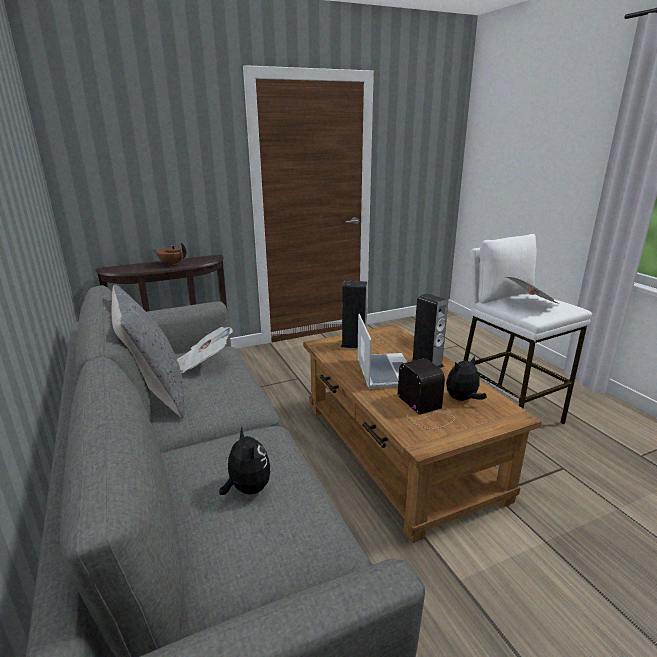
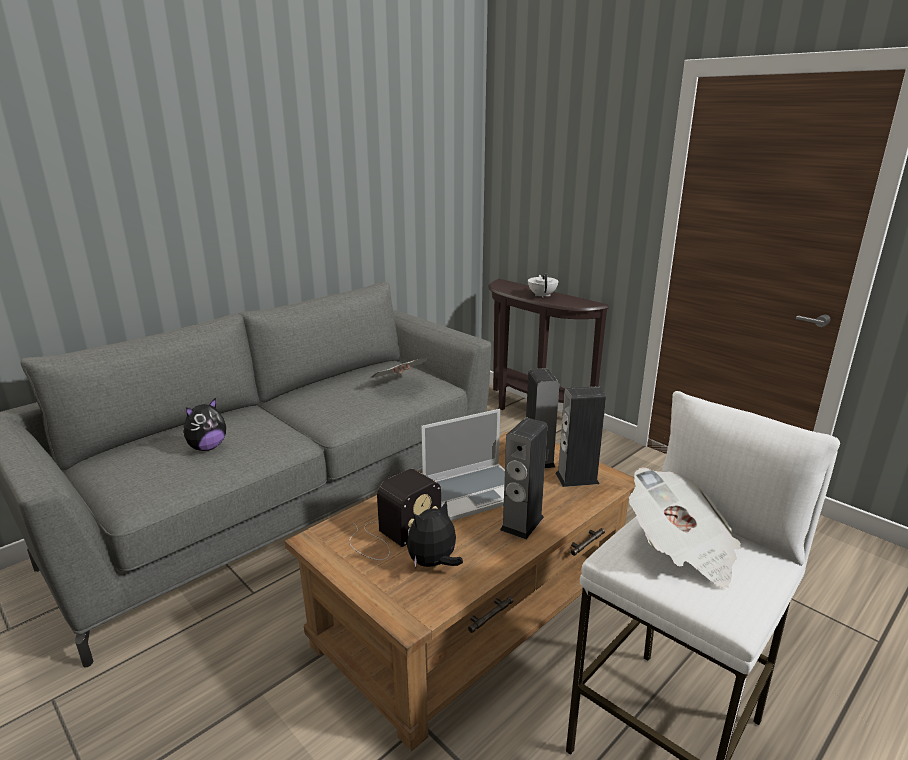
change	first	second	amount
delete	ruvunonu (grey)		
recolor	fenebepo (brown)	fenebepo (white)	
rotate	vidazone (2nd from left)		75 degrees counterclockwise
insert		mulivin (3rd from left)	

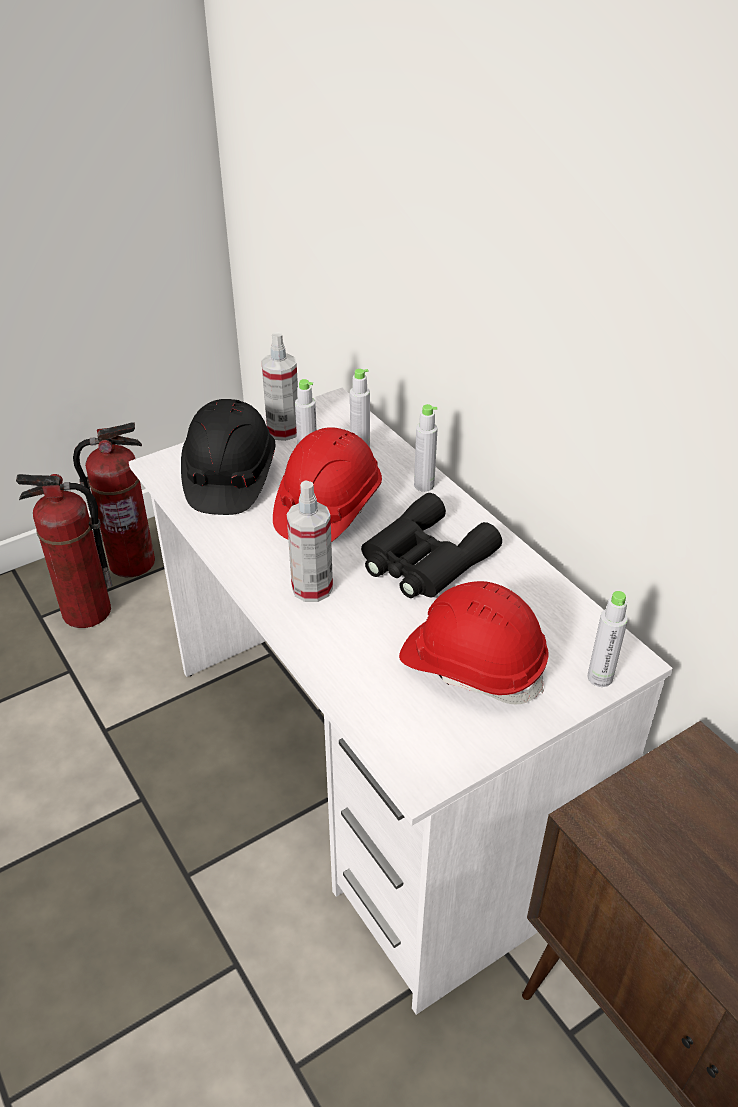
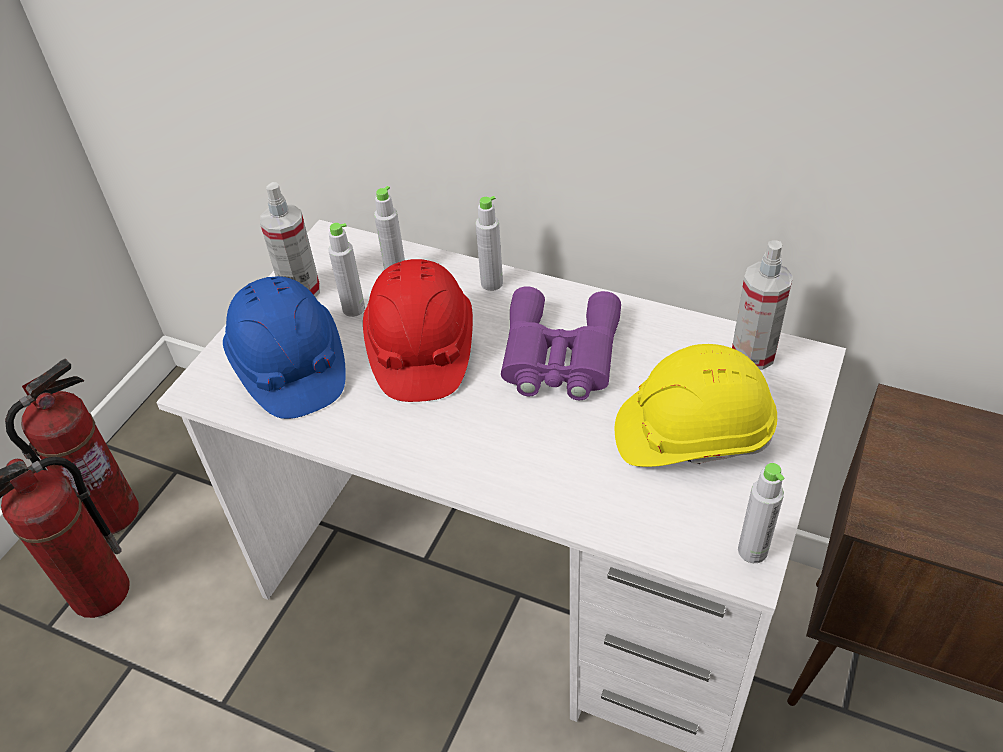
change	first	second	amount
recolor	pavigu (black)	pavigu (blue)	
move	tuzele (2nd from left)		
recolor	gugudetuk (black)	gugudetuk (purple)	
recolor	pavigu (red) (2nd from left)	pavigu (yellow)	
move	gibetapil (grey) (4th from left)		

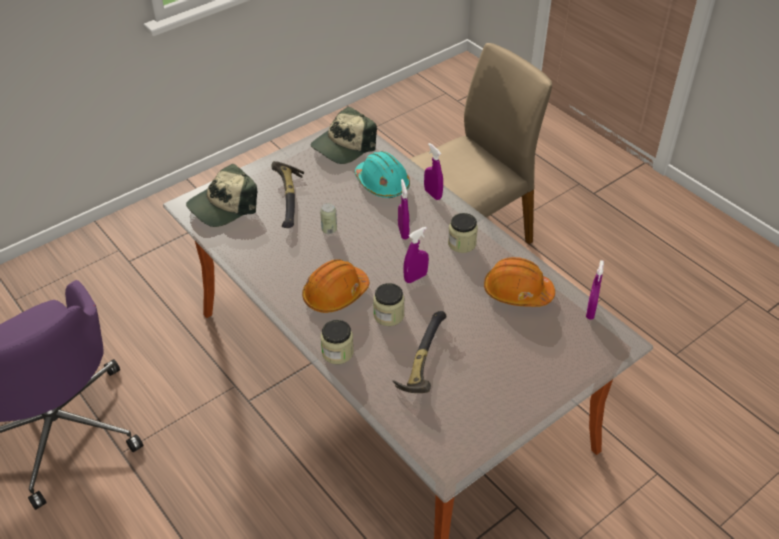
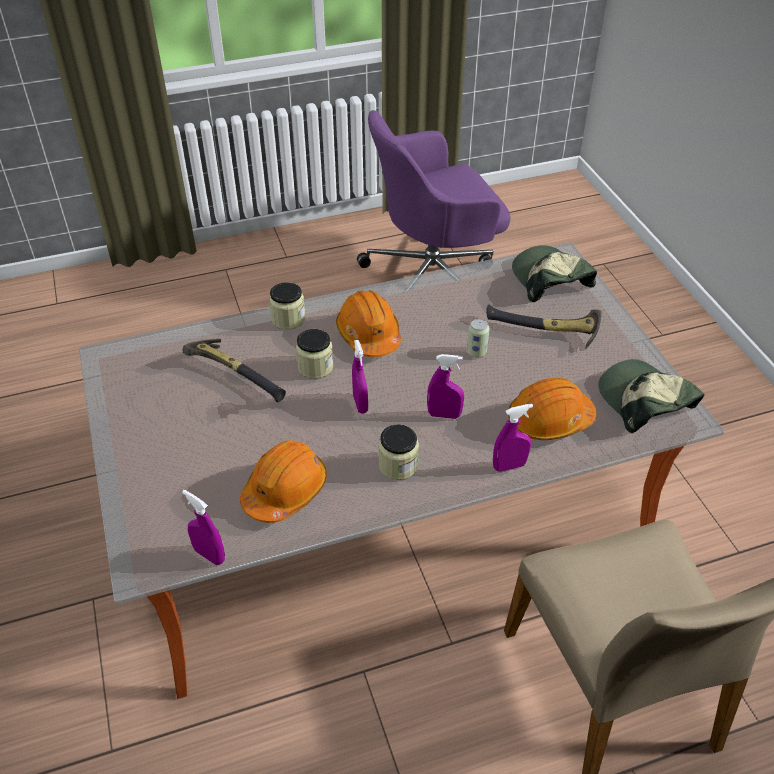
change	first	second	amount
recolor	pavigu (turquoise)	pavigu (orange) (3rd from left)	

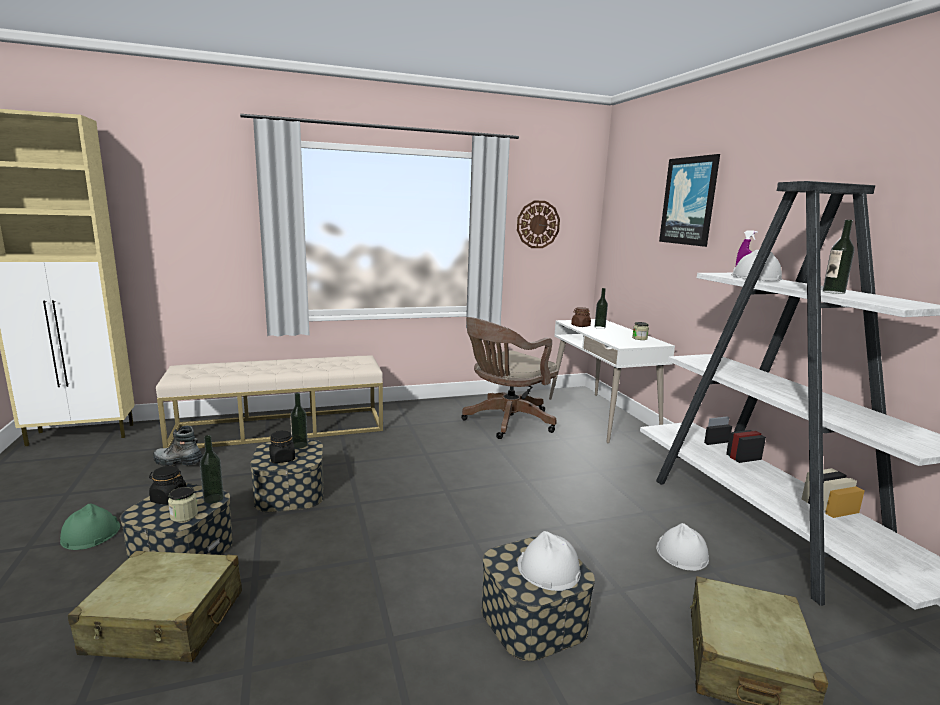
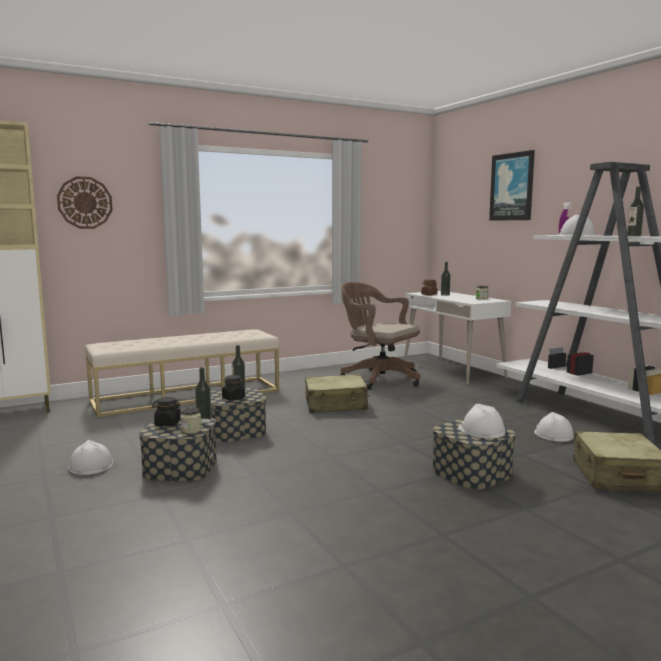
change	first	second	amount
recolor	pavigu (green)	pavigu (white) (1st from left)	
move	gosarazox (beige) (1st from left)		
delete	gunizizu		
rotate	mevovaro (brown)		90 degrees clockwise
move	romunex		

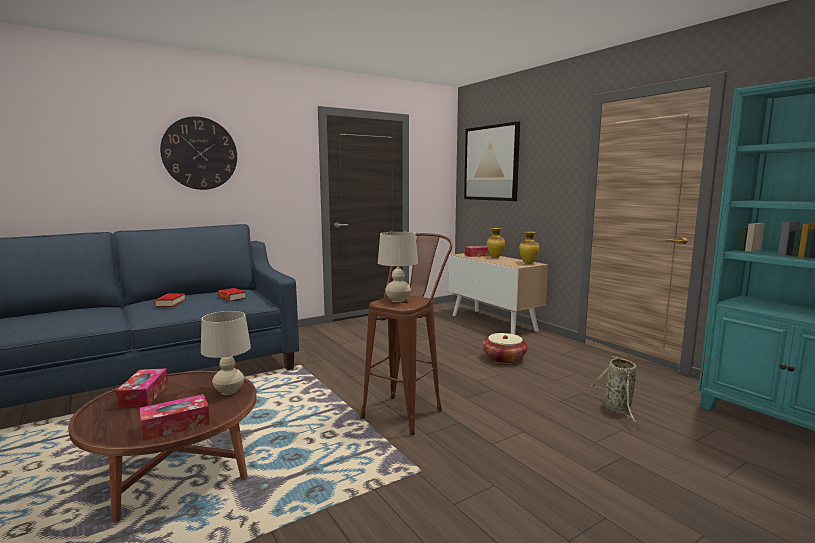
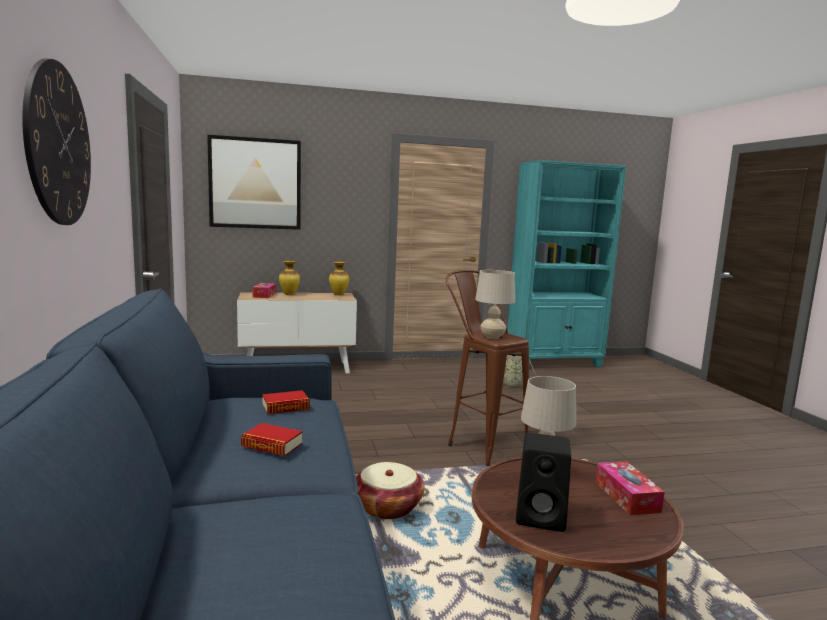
change	first	second	amount
replace	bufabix (1st from left)	mulivin (black)	
move	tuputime (1st from left)		

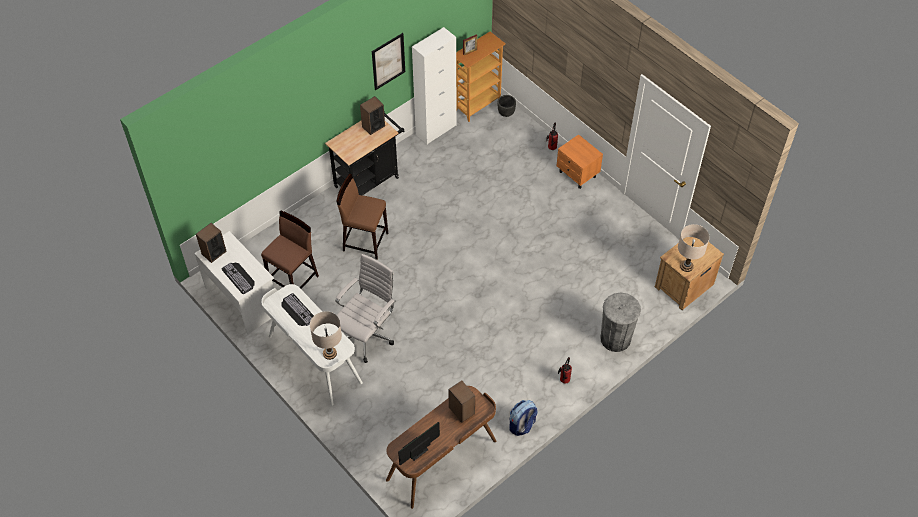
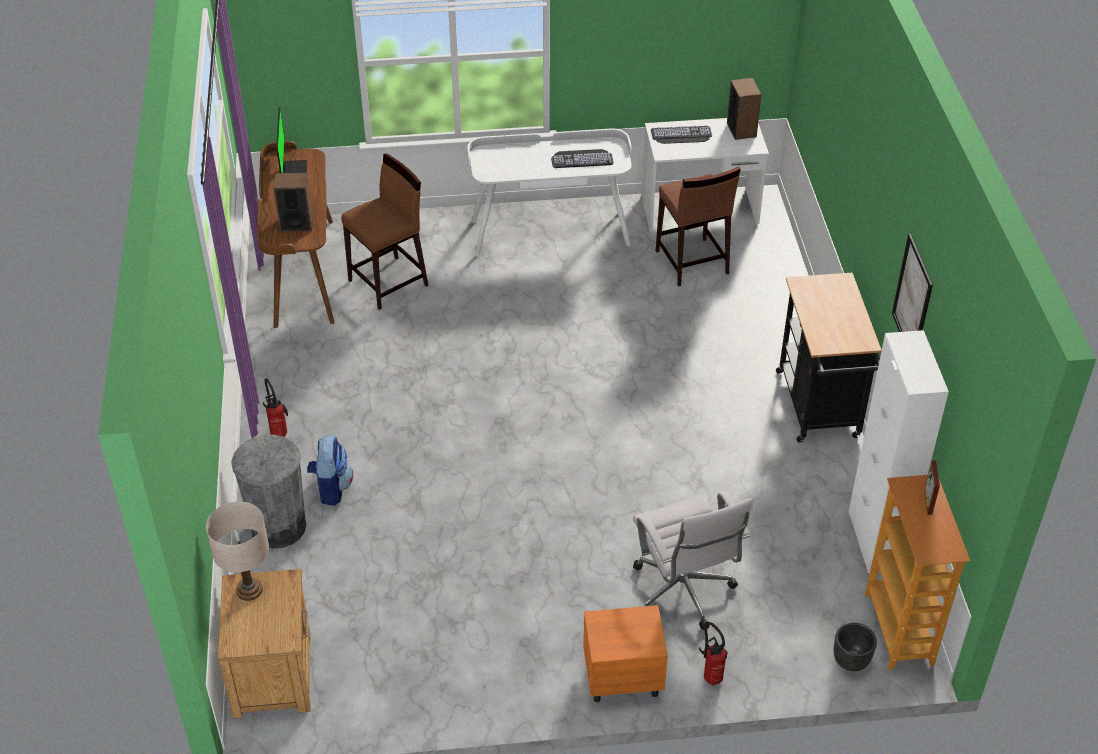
change	first	second	amount
delete	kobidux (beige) (1st from left)		
move	mevovaro (white)		
move	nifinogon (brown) (2nd from left in the first image)	nifinogon (brown) (1st from left)	
delete	mulivin (2nd from left)		
move	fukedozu		

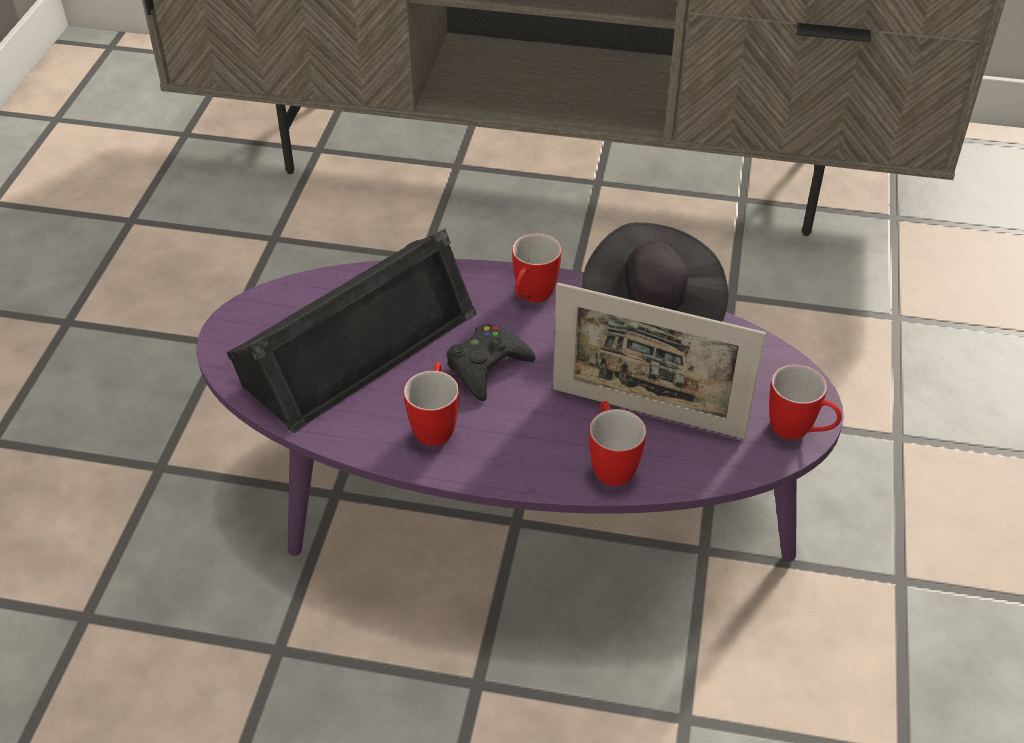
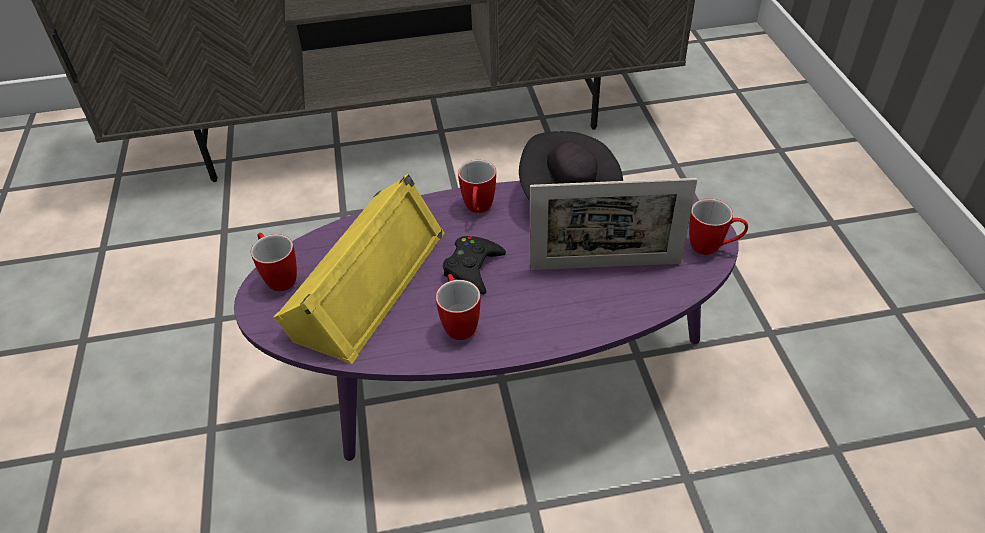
change	first	second	amount
recolor	mulivin (black)	mulivin (yellow)	
move	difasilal (3rd from left in the first image)	difasilal (1st from left)	

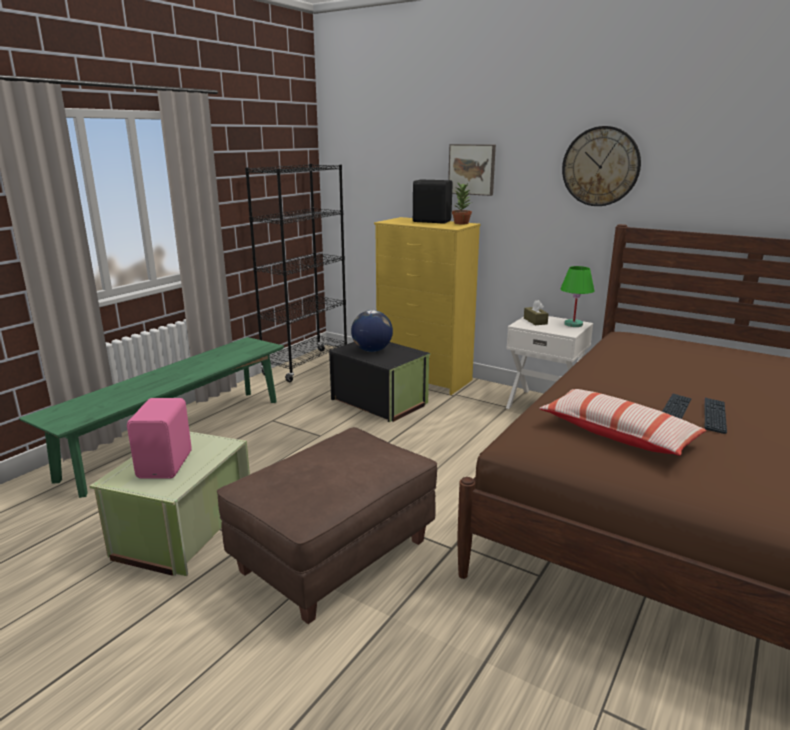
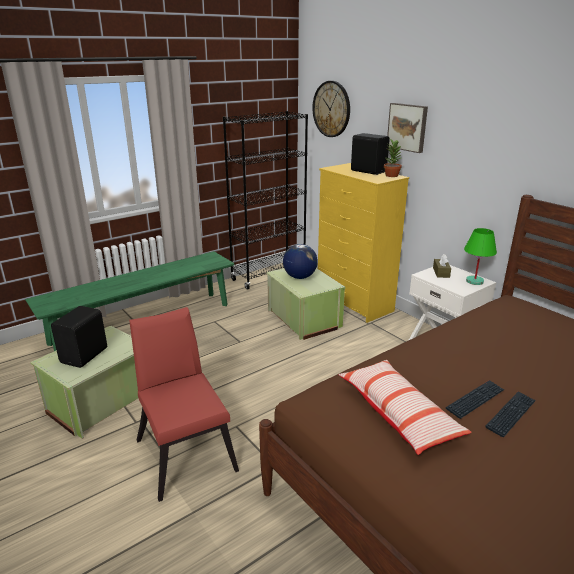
change	first	second	amount
recolor	mulivin (pink)	mulivin (black) (1st from left)	
replace	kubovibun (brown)	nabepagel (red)	
recolor	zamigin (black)	zamigin (green) (2nd from left)	
move	romunex		

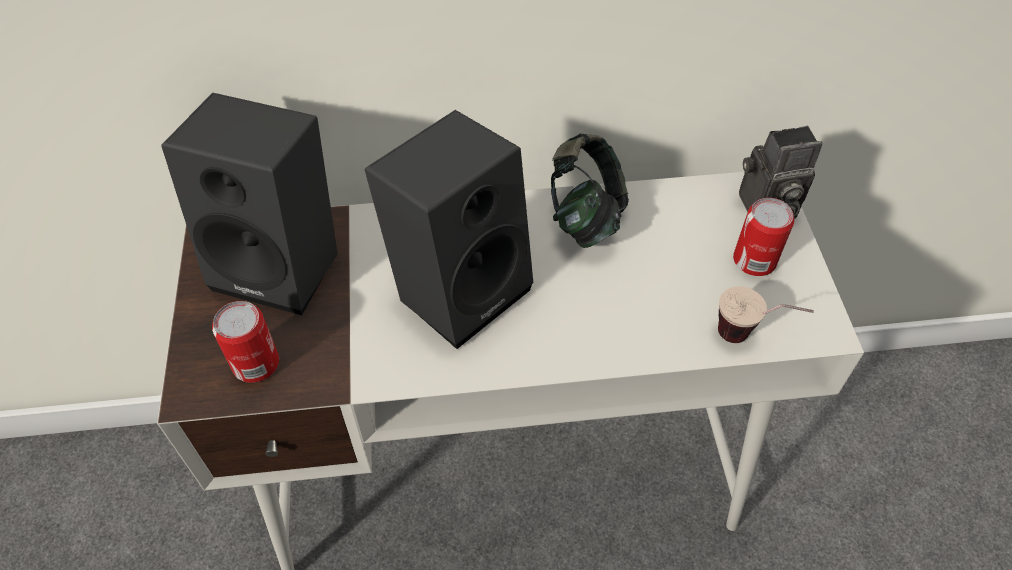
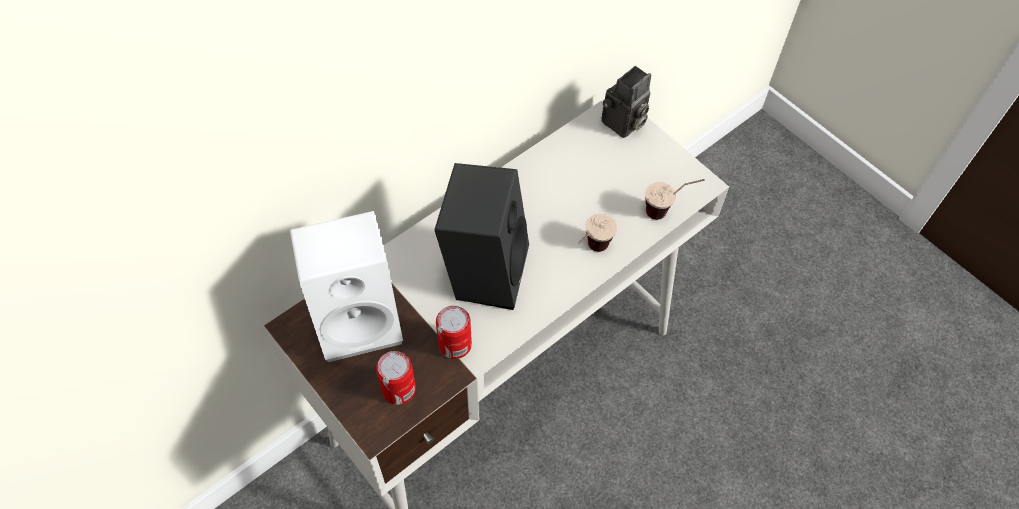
change	first	second	amount
recolor	mulivin (black) (1st from left)	mulivin (white)	
delete	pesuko		
move	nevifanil (2nd from left)		
insert		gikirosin (1st from left)	

